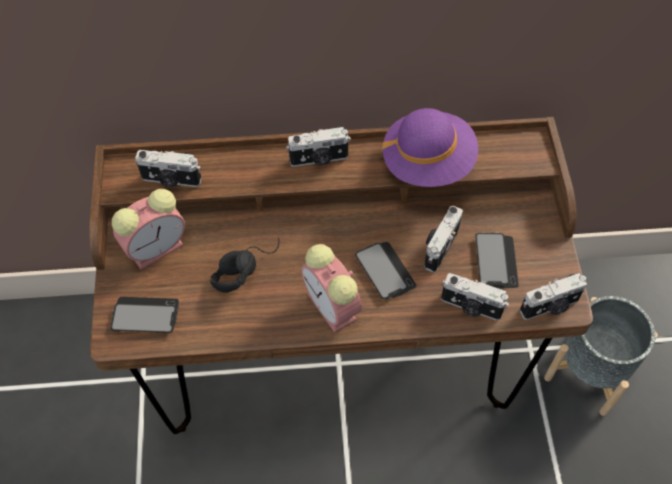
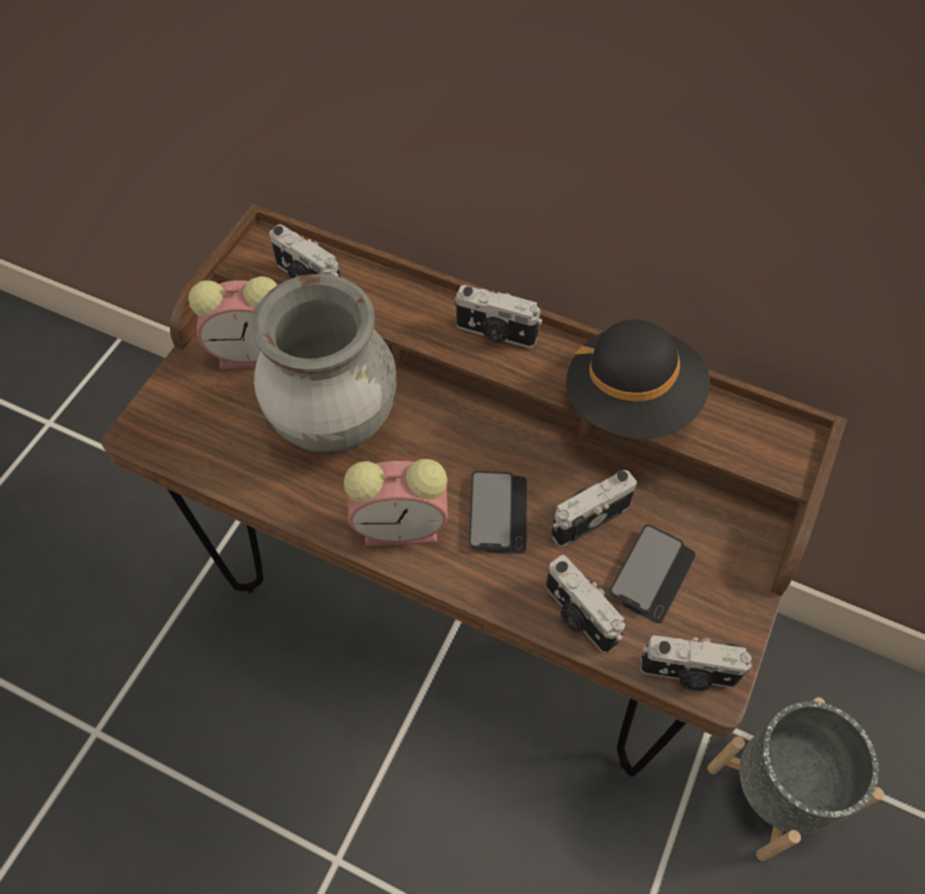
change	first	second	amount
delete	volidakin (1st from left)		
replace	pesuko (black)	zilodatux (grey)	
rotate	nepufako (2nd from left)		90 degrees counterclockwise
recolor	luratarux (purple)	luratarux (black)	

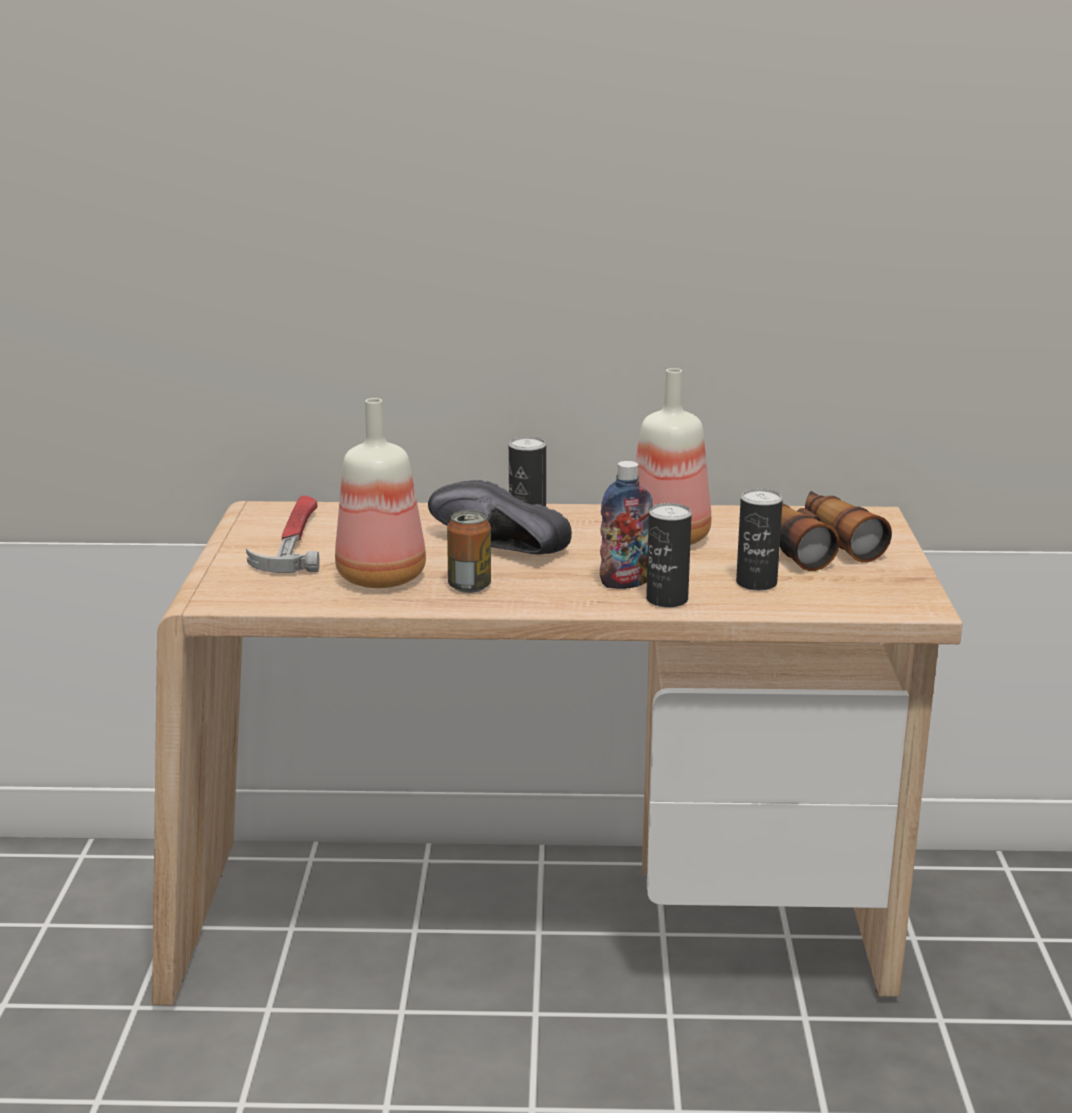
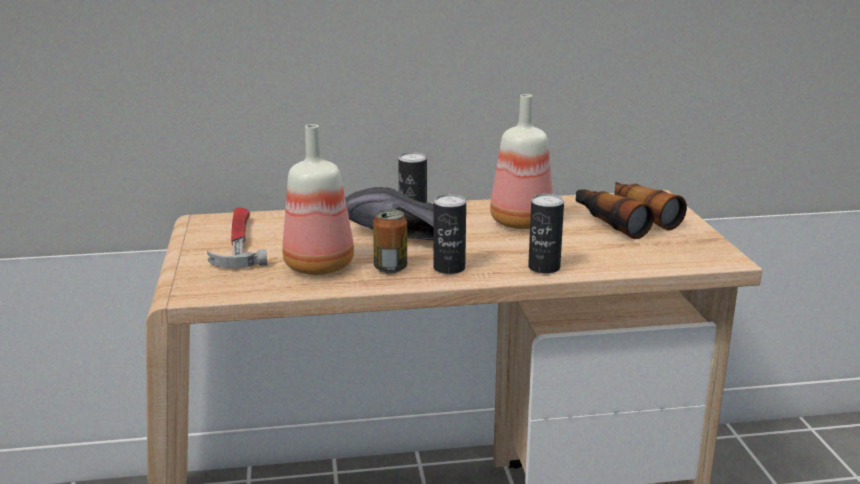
change	first	second	amount
delete	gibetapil (2nd from left)		
move	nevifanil (4th from left in the first image)	nevifanil (3rd from left)	

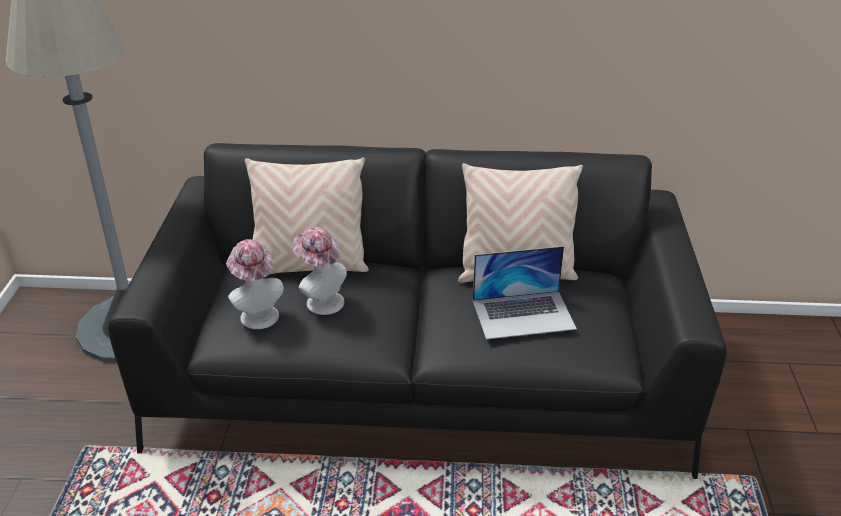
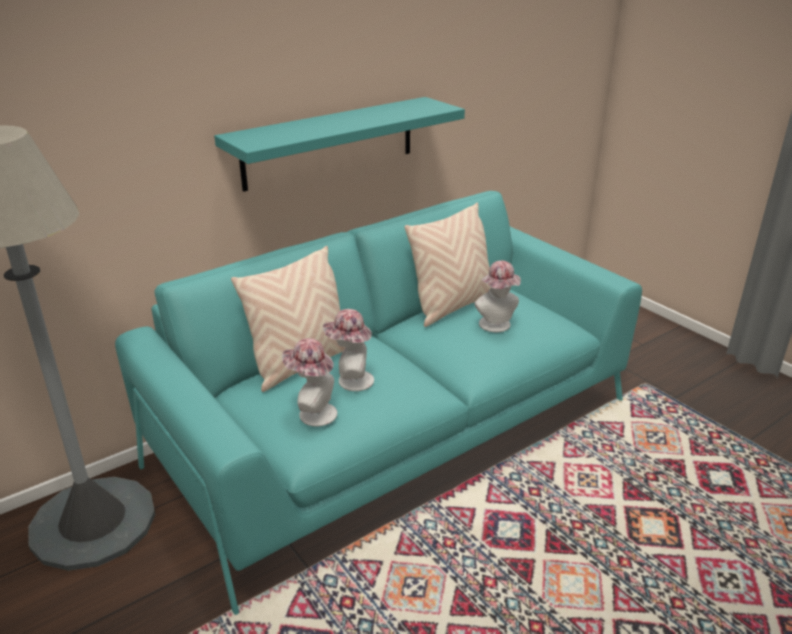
change	first	second	amount
recolor	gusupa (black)	gusupa (turquoise)	
replace	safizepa	luratarux (3rd from left)	
insert		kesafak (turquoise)	

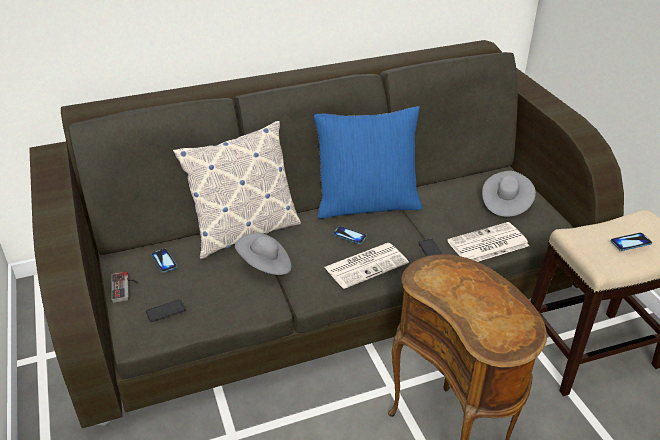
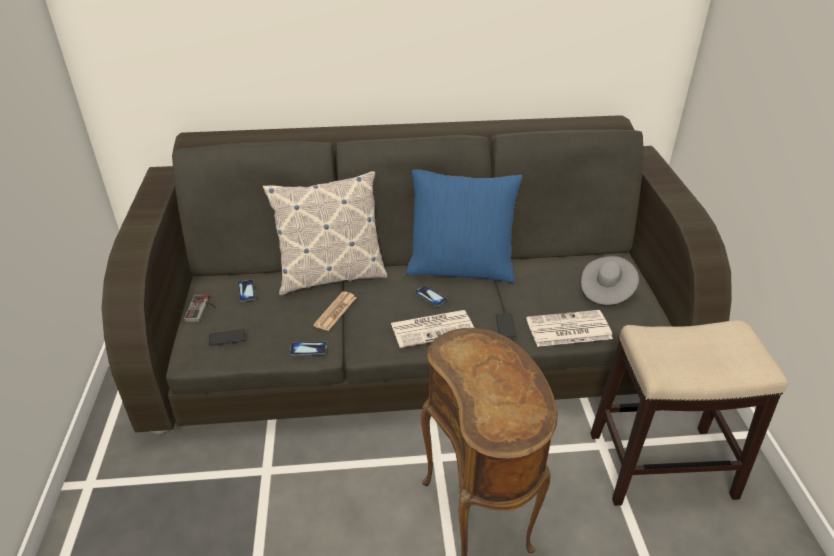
change	first	second	amount
replace	luratarux (grey) (1st from left)	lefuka (1st from left)	
move	volidakin (5th from left in the first image)	volidakin (3rd from left)	

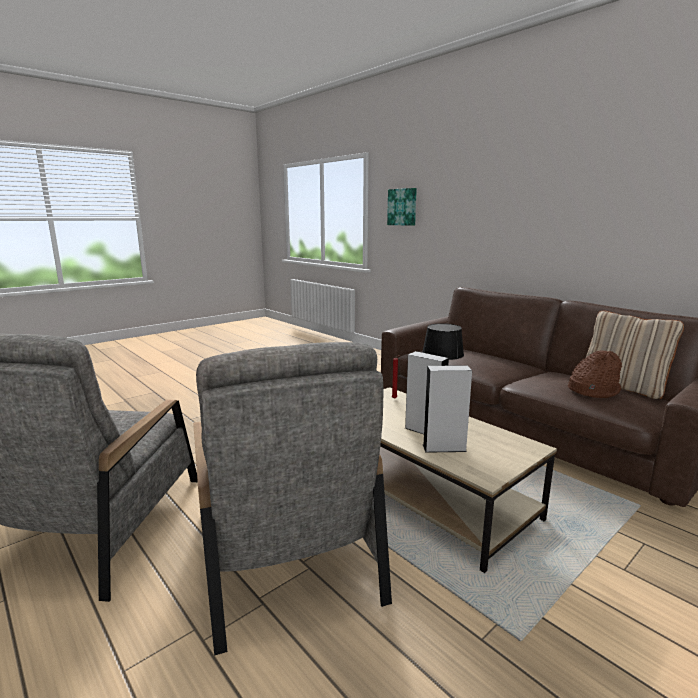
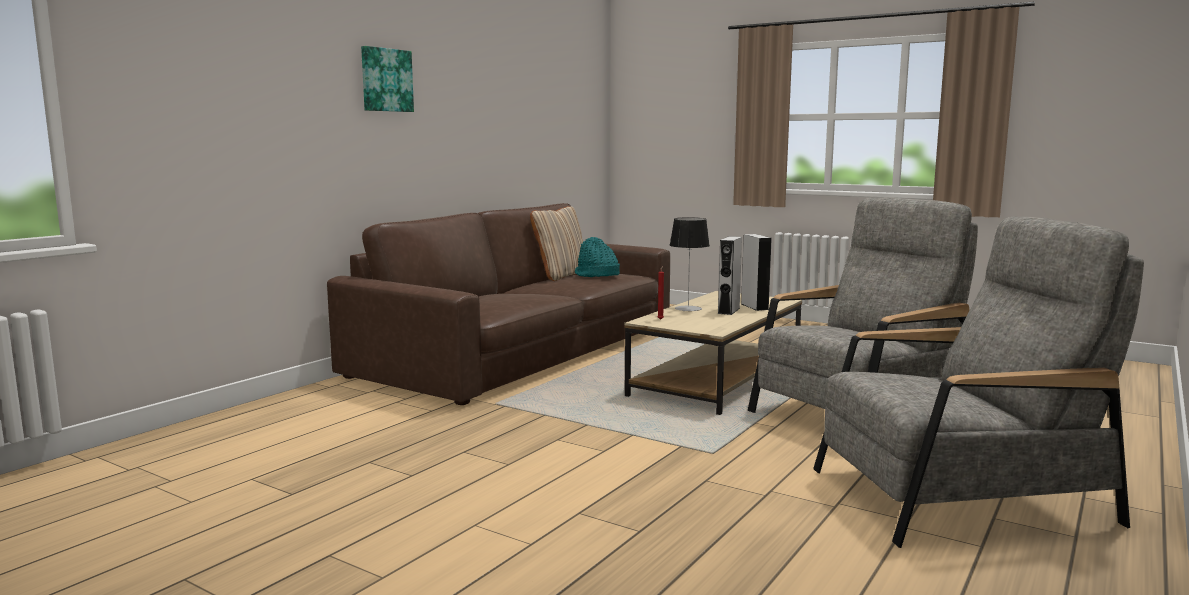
change	first	second	amount
move	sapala		
recolor	luratarux (brown)	luratarux (turquoise)	

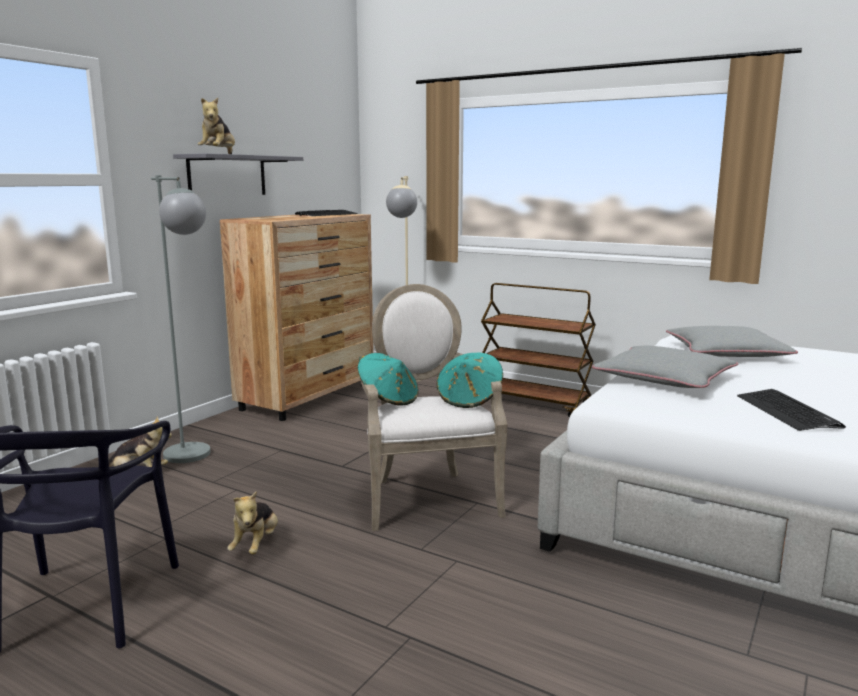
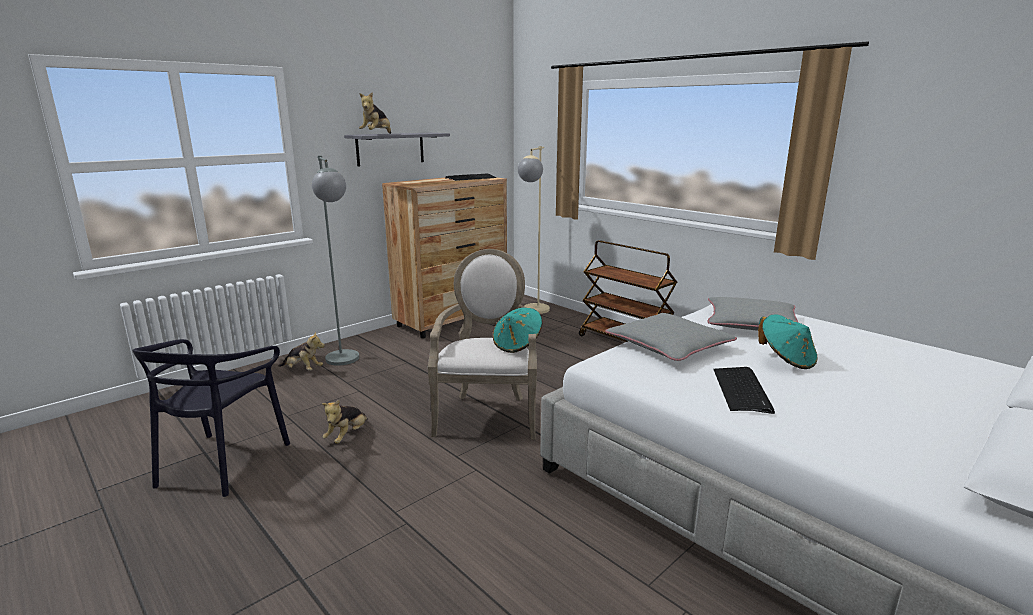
change	first	second	amount
move	luratarux (turquoise) (1st from left in the first image)	luratarux (turquoise) (2nd from left)	

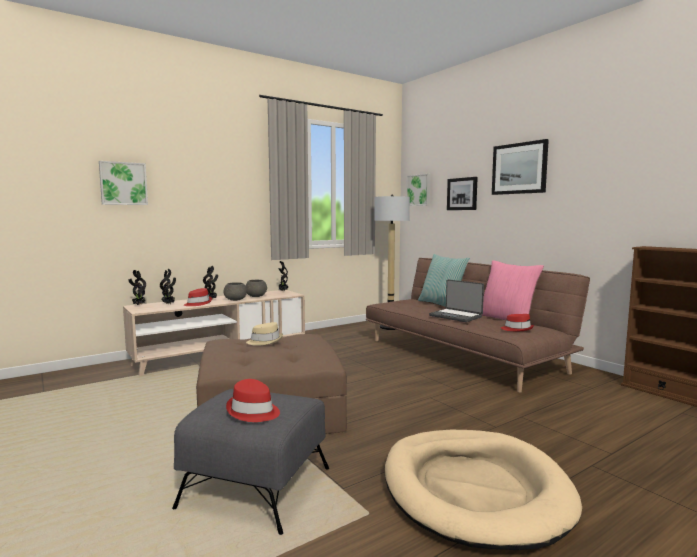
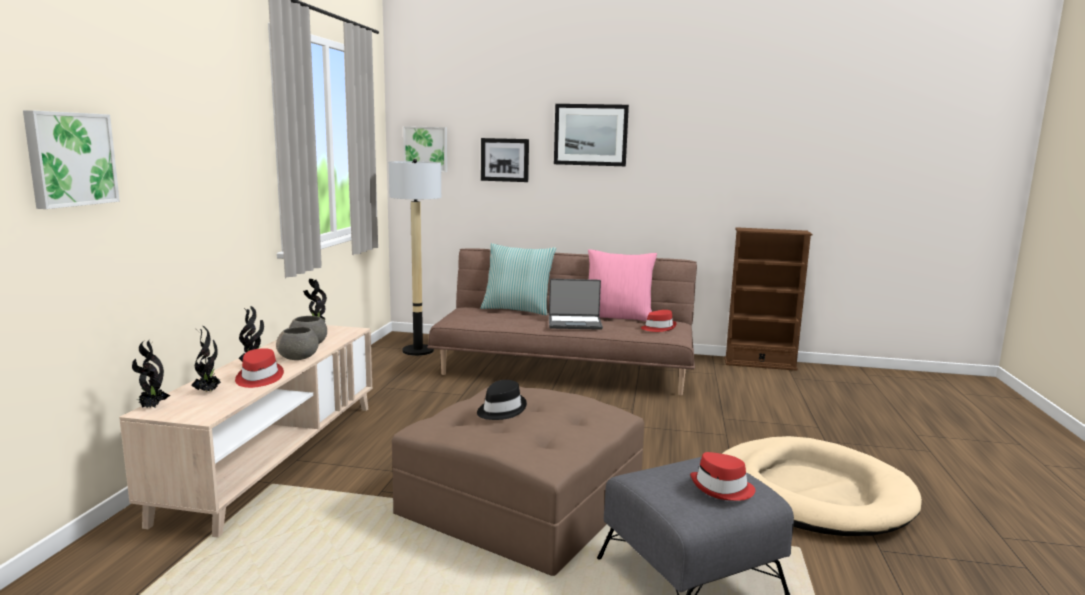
change	first	second	amount
recolor	luratarux (beige)	luratarux (black)	

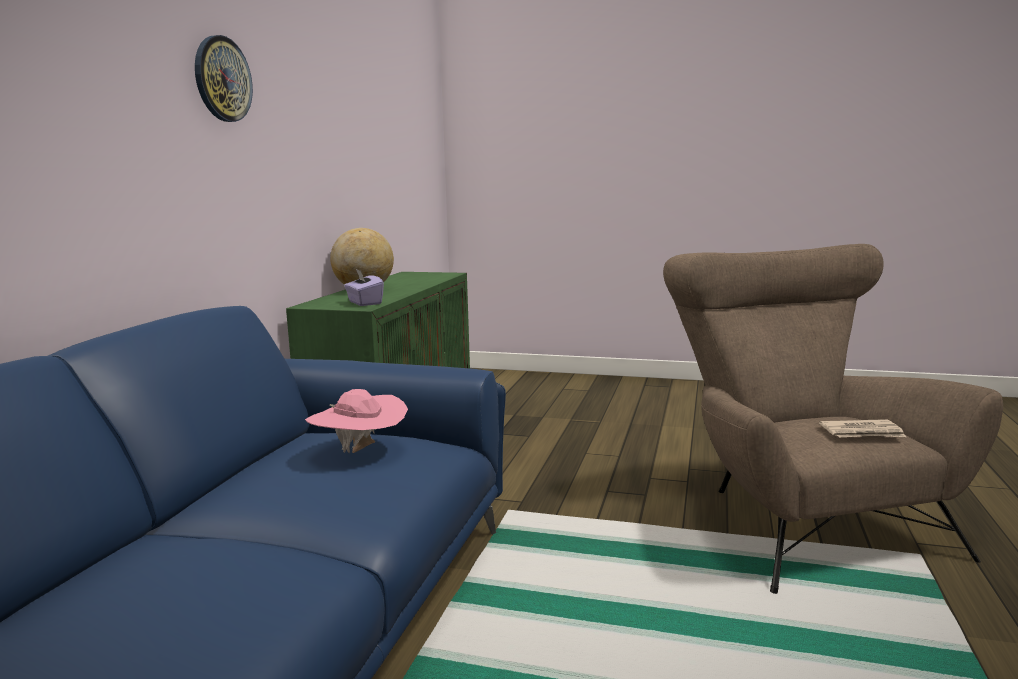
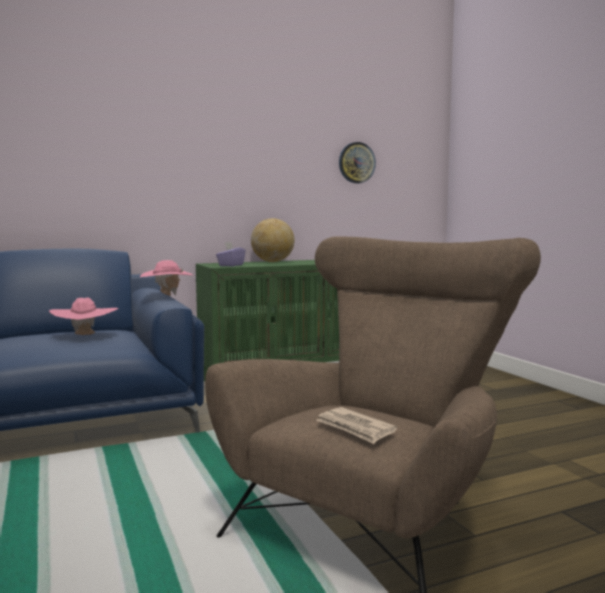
change	first	second	amount
move	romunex		
insert		luratarux (pink) (2nd from left)	

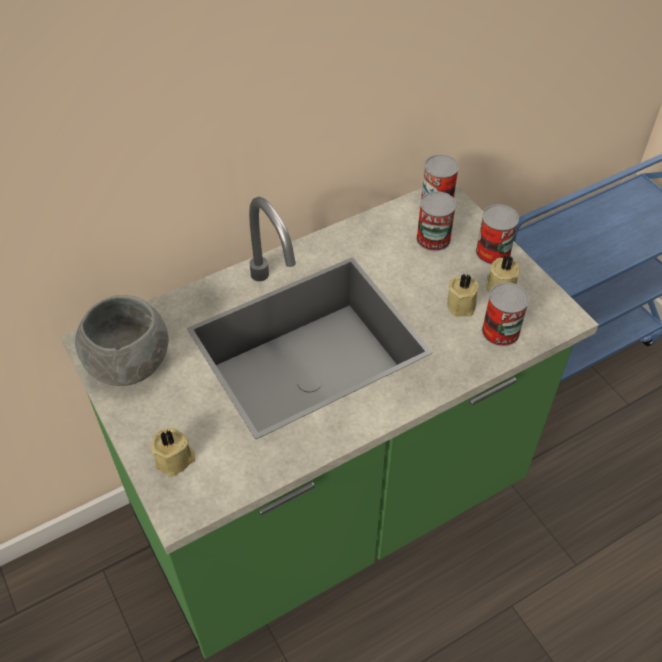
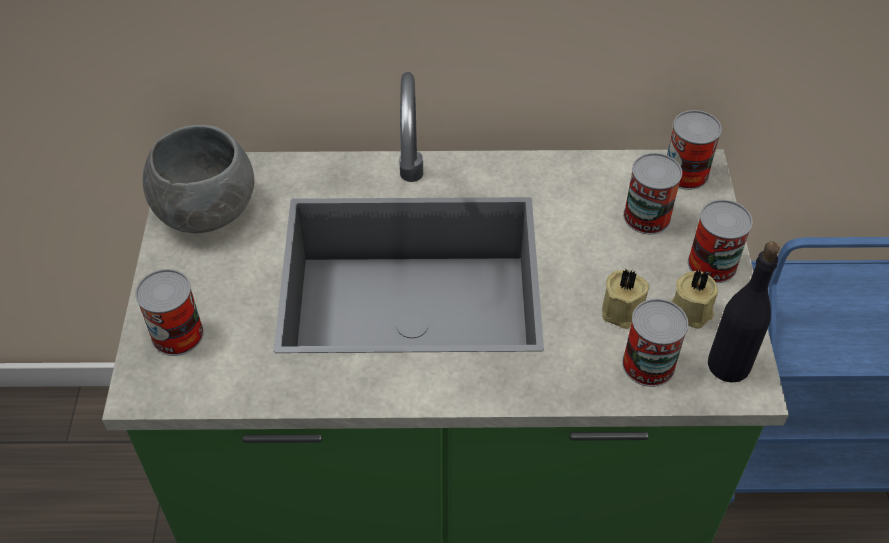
change	first	second	amount
replace	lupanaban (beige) (1st from left)	nevifanil (1st from left)	
insert		gibetapil (black)	

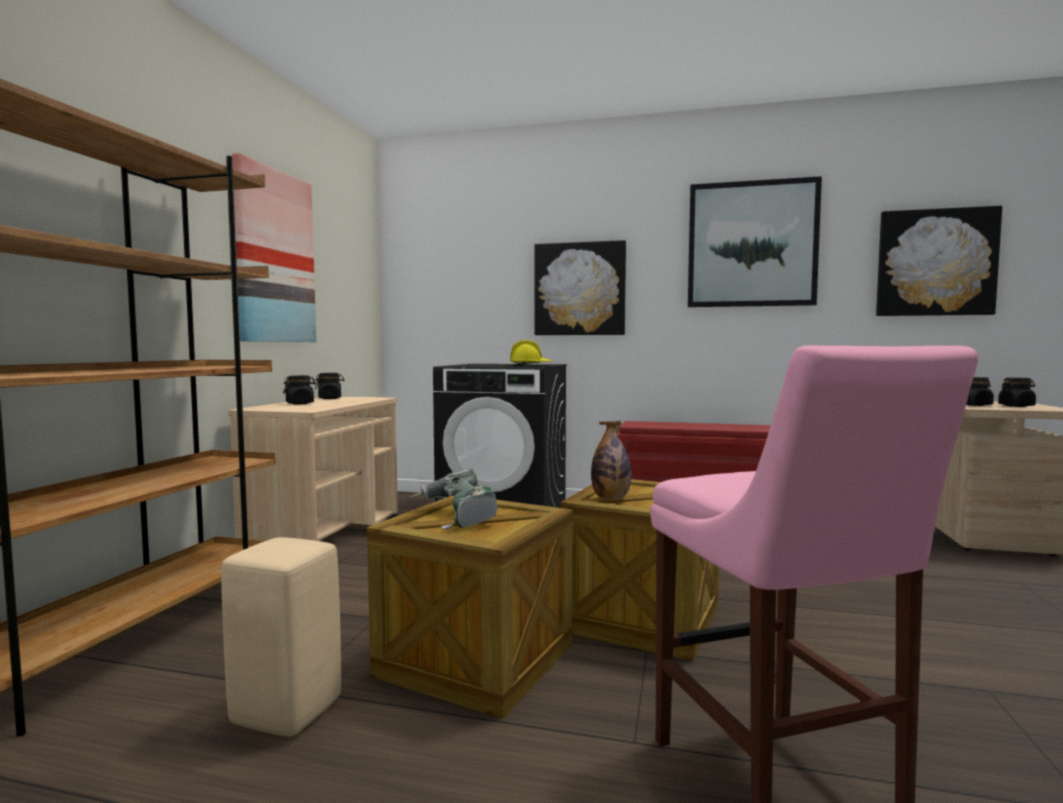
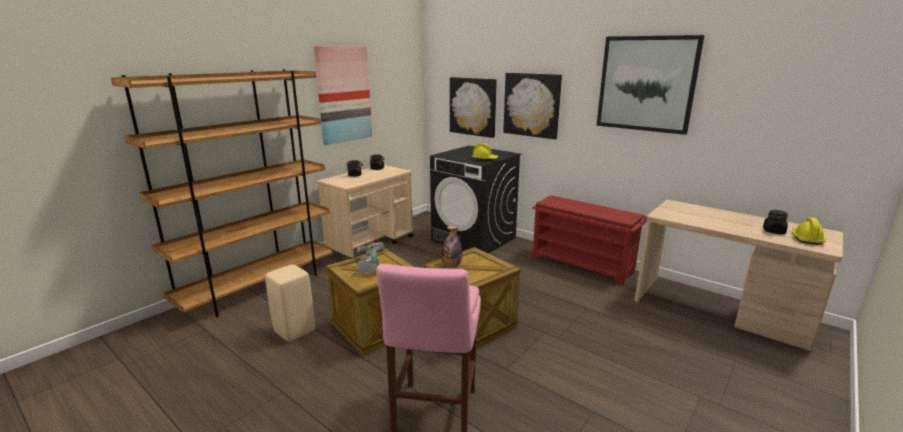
change	first	second	amount
move	sapala (4th from left in the first image)	sapala (2nd from left)	
replace	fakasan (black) (4th from left)	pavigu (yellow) (2nd from left)	

